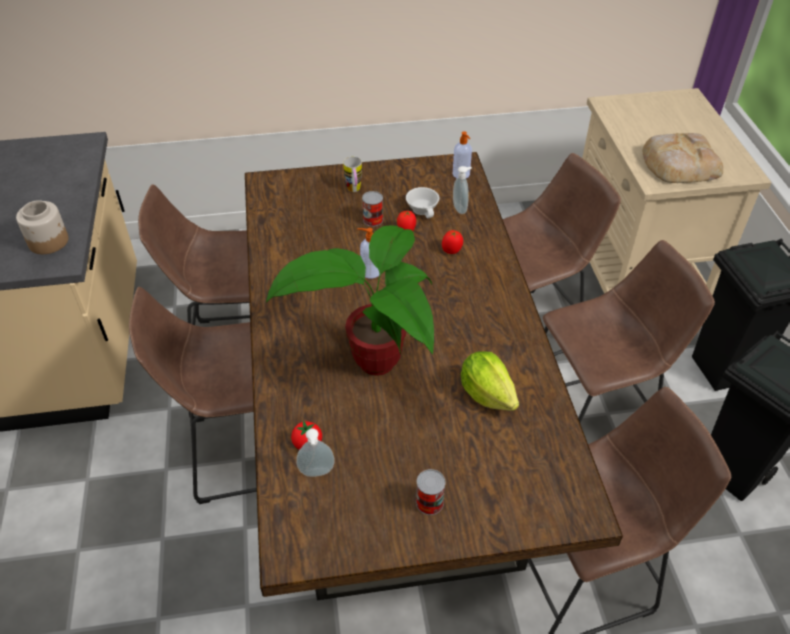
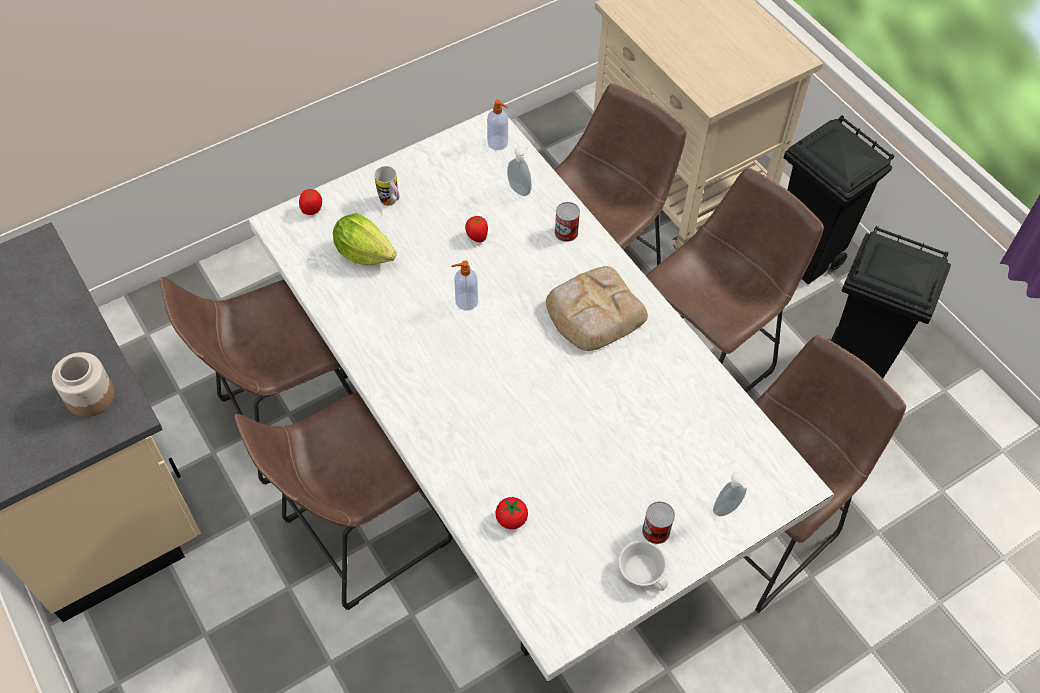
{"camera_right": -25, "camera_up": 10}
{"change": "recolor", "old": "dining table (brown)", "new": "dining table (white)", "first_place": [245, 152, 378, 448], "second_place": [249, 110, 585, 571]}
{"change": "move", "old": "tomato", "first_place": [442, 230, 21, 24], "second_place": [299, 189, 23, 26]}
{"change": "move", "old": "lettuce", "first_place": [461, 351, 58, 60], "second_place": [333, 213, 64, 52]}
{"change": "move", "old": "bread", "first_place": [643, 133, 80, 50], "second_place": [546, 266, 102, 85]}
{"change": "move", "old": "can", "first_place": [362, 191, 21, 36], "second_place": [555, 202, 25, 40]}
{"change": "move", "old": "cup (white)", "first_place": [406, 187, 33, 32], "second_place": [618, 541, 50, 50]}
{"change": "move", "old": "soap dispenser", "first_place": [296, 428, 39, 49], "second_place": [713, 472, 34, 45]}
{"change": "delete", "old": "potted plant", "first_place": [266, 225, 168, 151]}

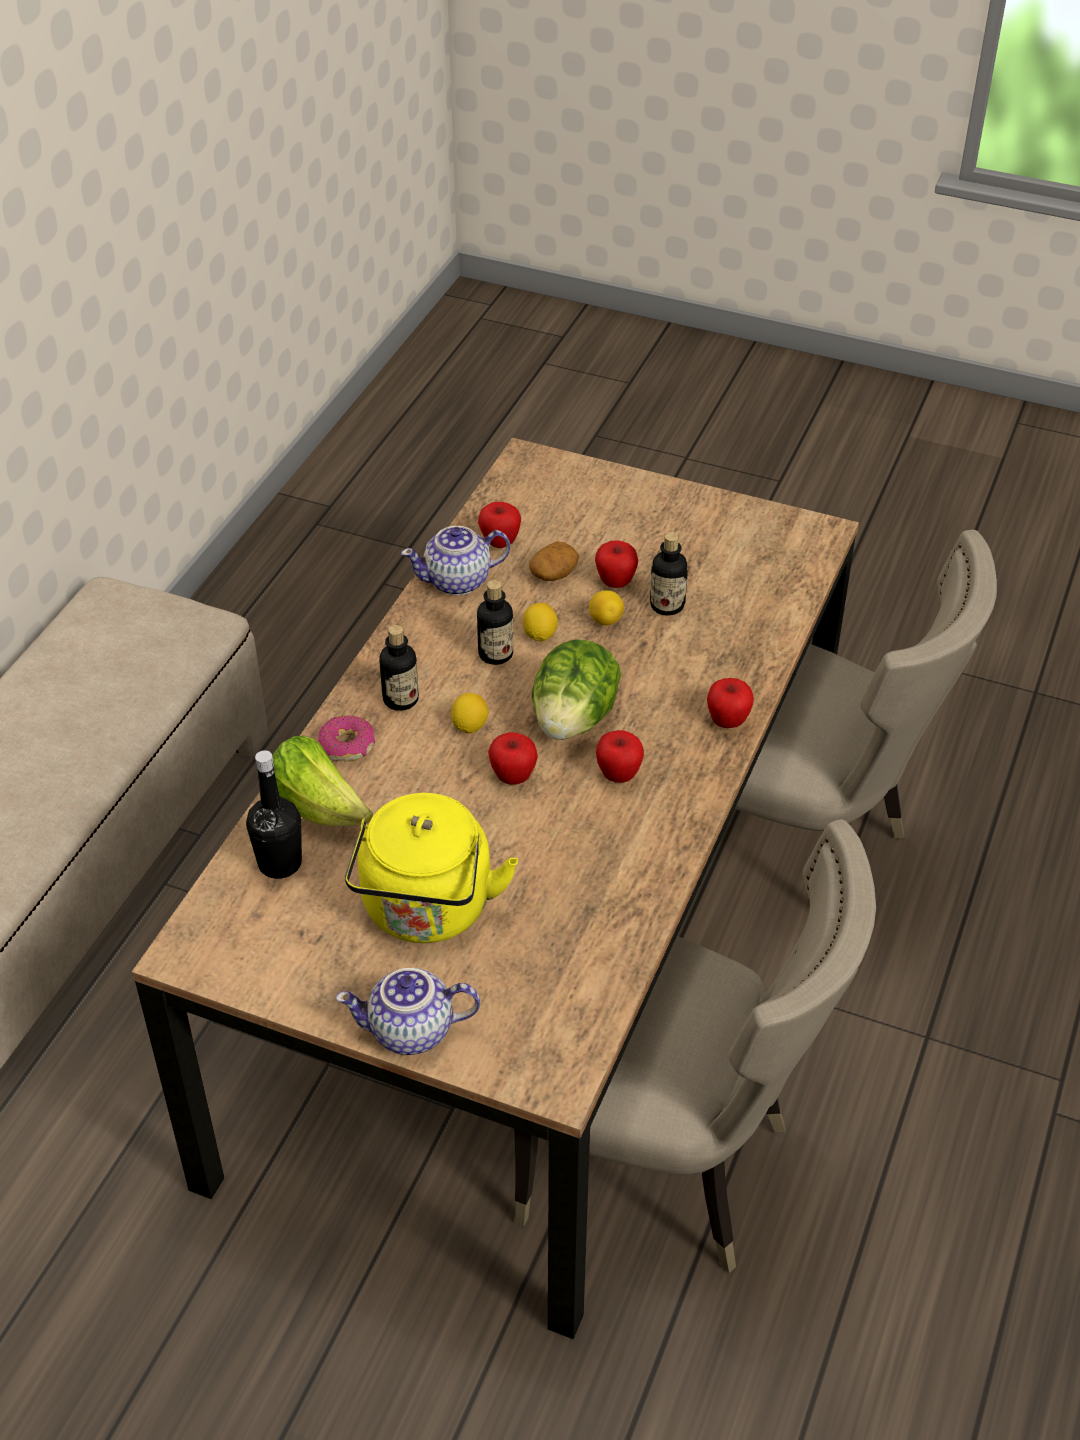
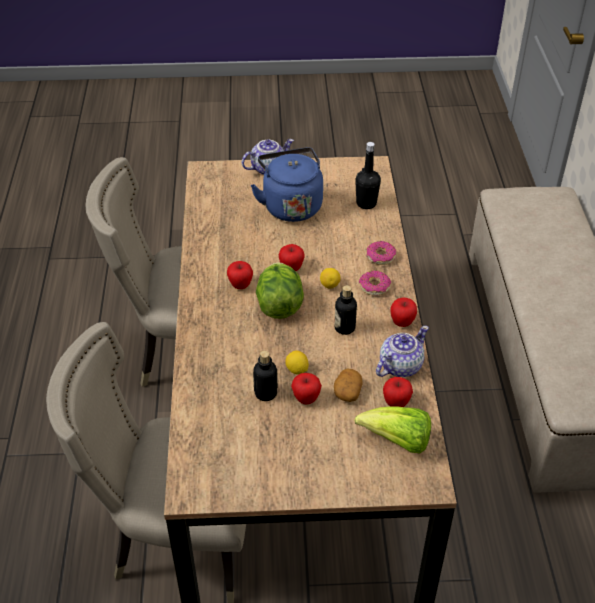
{"camera_right": 155, "camera_up": 0}
{"change": "recolor", "old": "kettle (yellow)", "new": "kettle (blue)", "first_place": [345, 793, 173, 150], "second_place": [251, 148, 72, 74]}
{"change": "move", "old": "lettuce", "first_place": [272, 735, 101, 91], "second_place": [354, 407, 77, 46]}
{"change": "replace", "old": "bottle", "new": "donut", "first_place": [379, 625, 40, 86], "second_place": [359, 271, 32, 24]}
{"change": "move", "old": "apple", "first_place": [707, 678, 47, 50], "second_place": [390, 297, 27, 30]}
{"change": "delete", "old": "lemon", "first_place": [523, 603, 35, 39]}

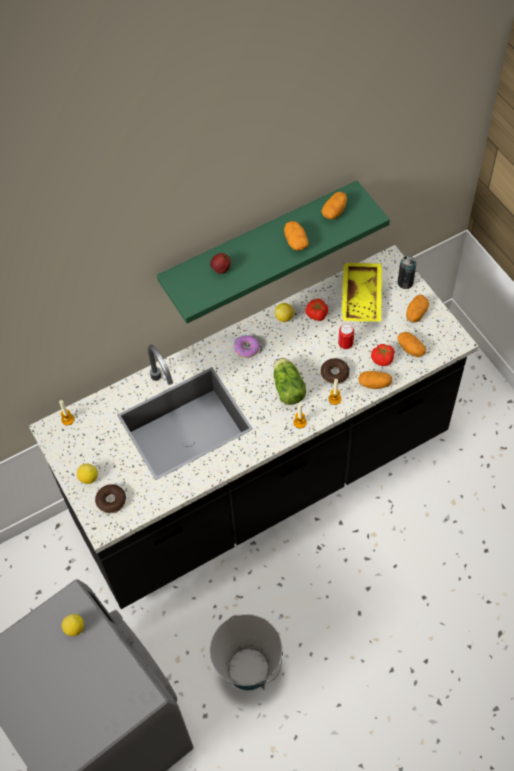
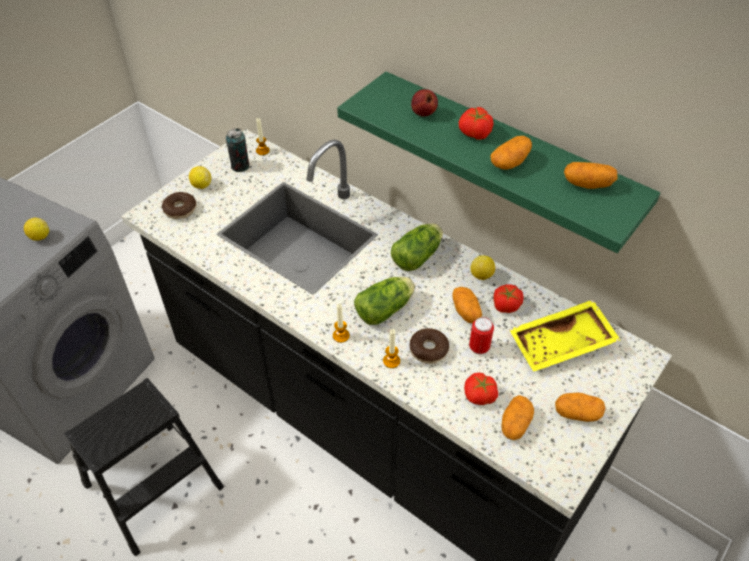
{"camera_right": 65, "camera_up": -10}
{"change": "replace", "old": "bucket", "new": "step ladder (black)", "first_place": [210, 614, 73, 76], "second_place": [64, 378, 160, 178]}
{"change": "move", "old": "can", "first_place": [398, 256, 18, 33], "second_place": [226, 128, 23, 44]}
{"change": "replace", "old": "donut", "new": "lettuce", "first_place": [234, 335, 26, 23], "second_place": [391, 223, 52, 48]}
{"change": "move", "old": "potato", "first_place": [359, 371, 33, 18], "second_place": [452, 287, 30, 36]}
{"change": "insert", "new": "tomato", "second_place": [459, 107, 34, 33]}

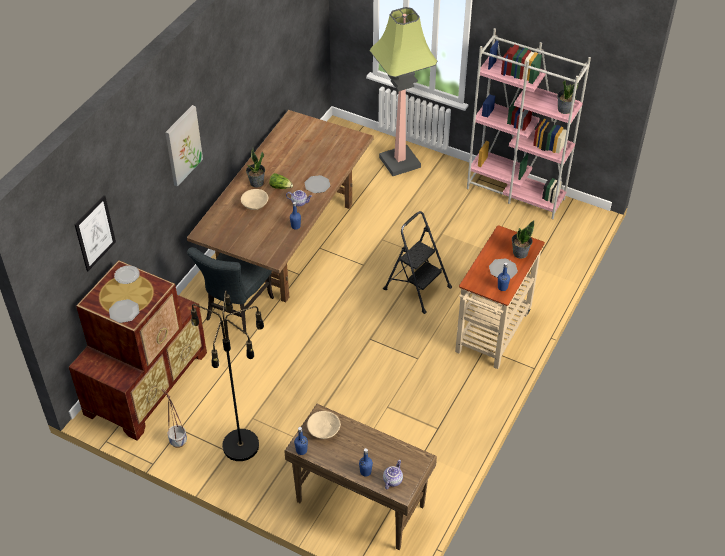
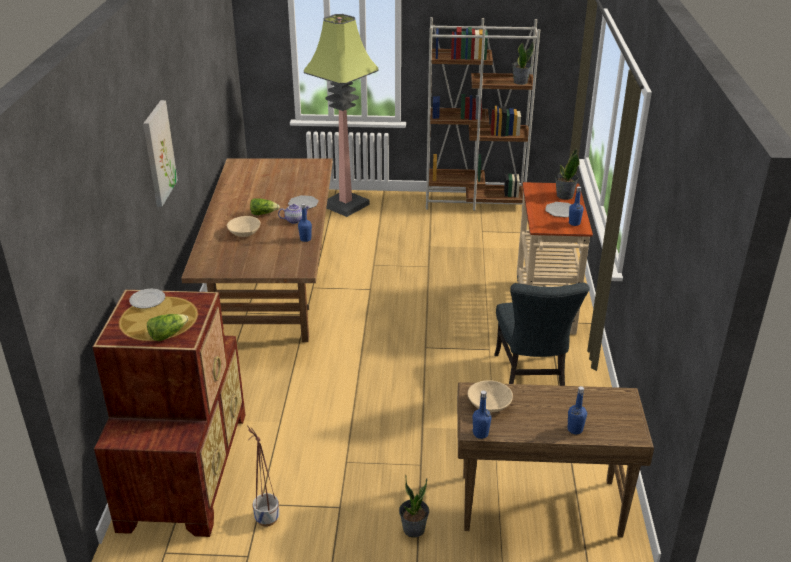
{"camera_right": -25, "camera_up": -15}
{"change": "replace", "old": "plate", "new": "lettuce", "first_place": [109, 299, 30, 24], "second_place": [147, 314, 42, 27]}
{"change": "move", "old": "potted plant", "first_place": [246, 147, 19, 40], "second_place": [399, 475, 30, 63]}
{"change": "recolor", "old": "bookcase (pink)", "new": "bookcase (brown)", "first_place": [467, 28, 124, 191], "second_place": [426, 17, 114, 194]}
{"change": "move", "old": "chair (grey)", "first_place": [187, 247, 87, 87], "second_place": [494, 282, 96, 104]}
{"change": "delete", "old": "picture", "first_place": [75, 195, 41, 76]}
{"change": "delete", "old": "floor lamp", "first_place": [191, 290, 73, 171]}
{"change": "delete", "old": "step ladder (black)", "first_place": [383, 211, 69, 103]}
{"change": "delete", "old": "teapot", "first_place": [383, 460, 20, 29]}

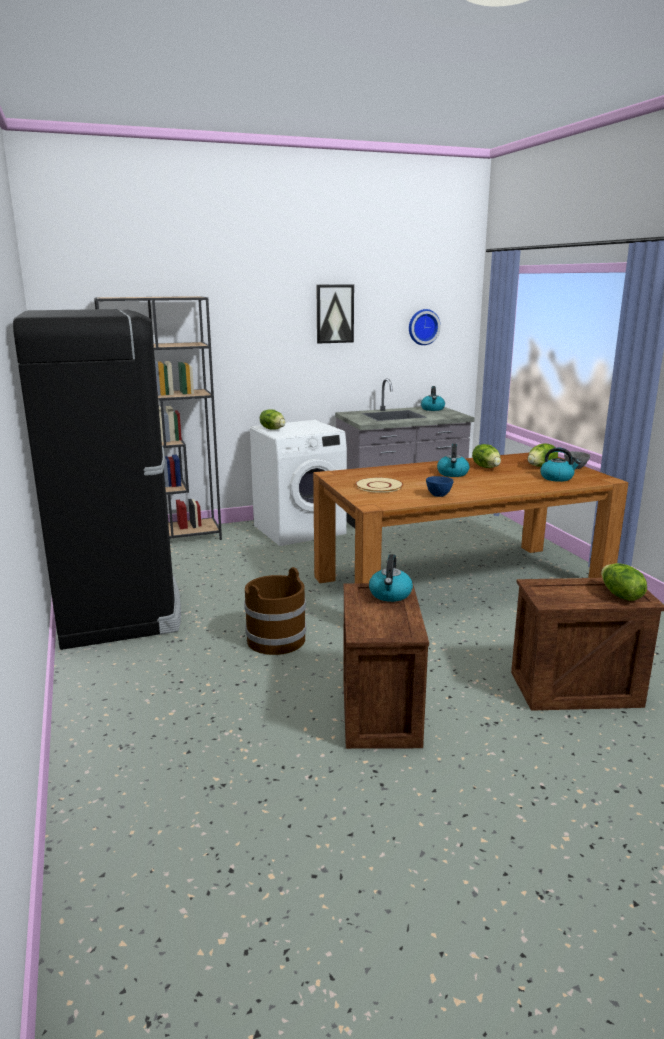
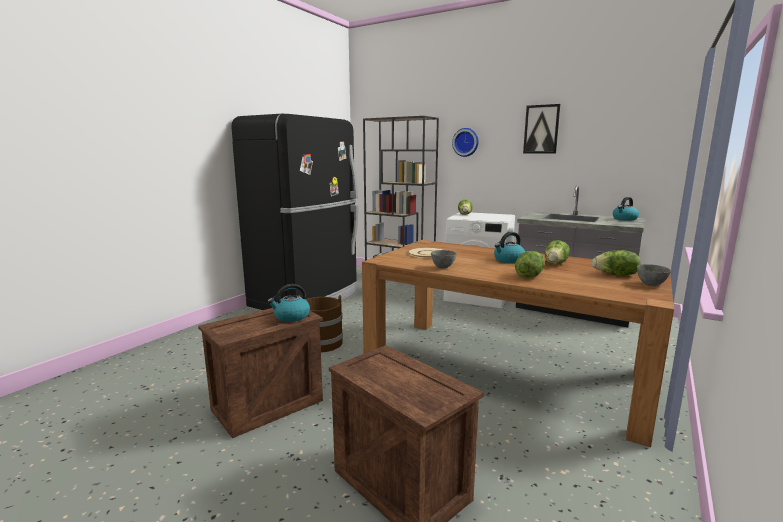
{"camera_right": 50, "camera_up": -5}
{"change": "recolor", "old": "bowl (blue)", "new": "bowl (grey)", "first_place": [426, 476, 28, 21], "second_place": [431, 250, 26, 19]}
{"change": "move", "old": "wall clock", "first_place": [409, 309, 32, 36], "second_place": [452, 128, 27, 29]}
{"change": "move", "old": "lettuce", "first_place": [601, 563, 46, 38], "second_place": [515, 251, 30, 27]}
{"change": "delete", "old": "kettle", "first_place": [540, 447, 41, 35]}

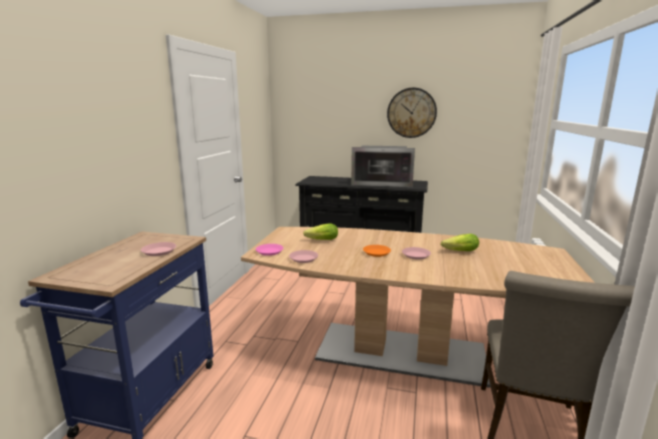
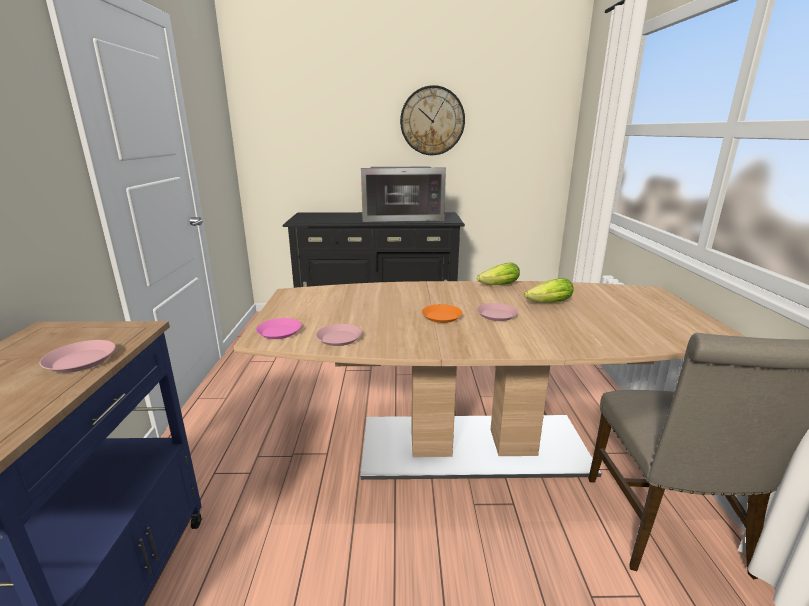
{"camera_right": -15, "camera_up": 5}
{"change": "move", "old": "lettuce", "first_place": [303, 224, 35, 16], "second_place": [477, 262, 43, 23]}

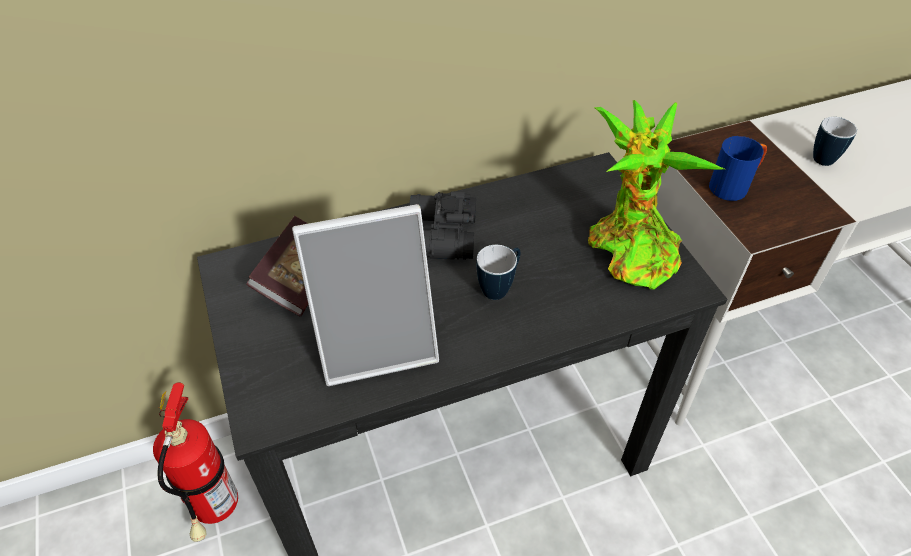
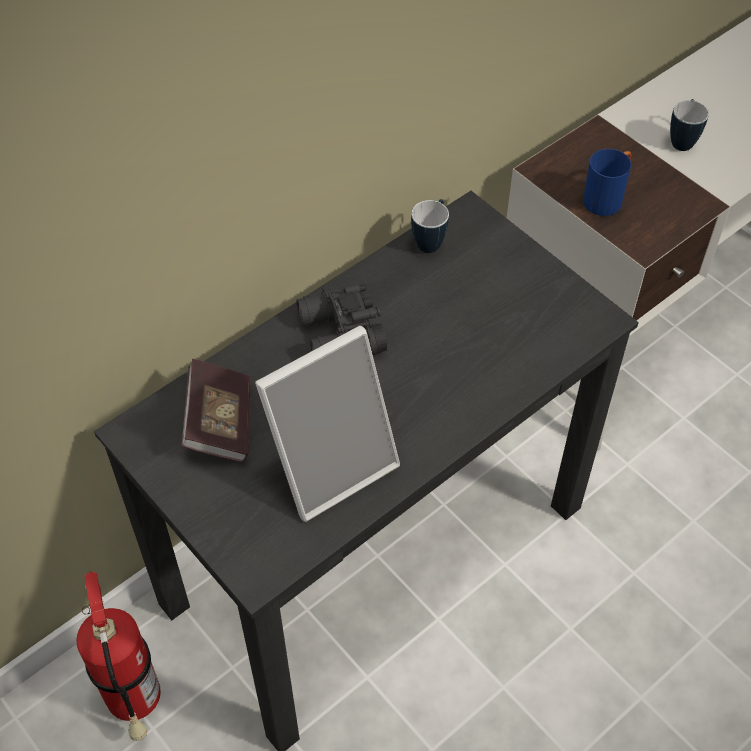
{"camera_right": -20, "camera_up": 5}
{"change": "move", "old": "mug", "first_place": [476, 245, 44, 55], "second_place": [411, 199, 38, 54]}
{"change": "delete", "old": "potted plant", "first_place": [588, 100, 136, 189]}

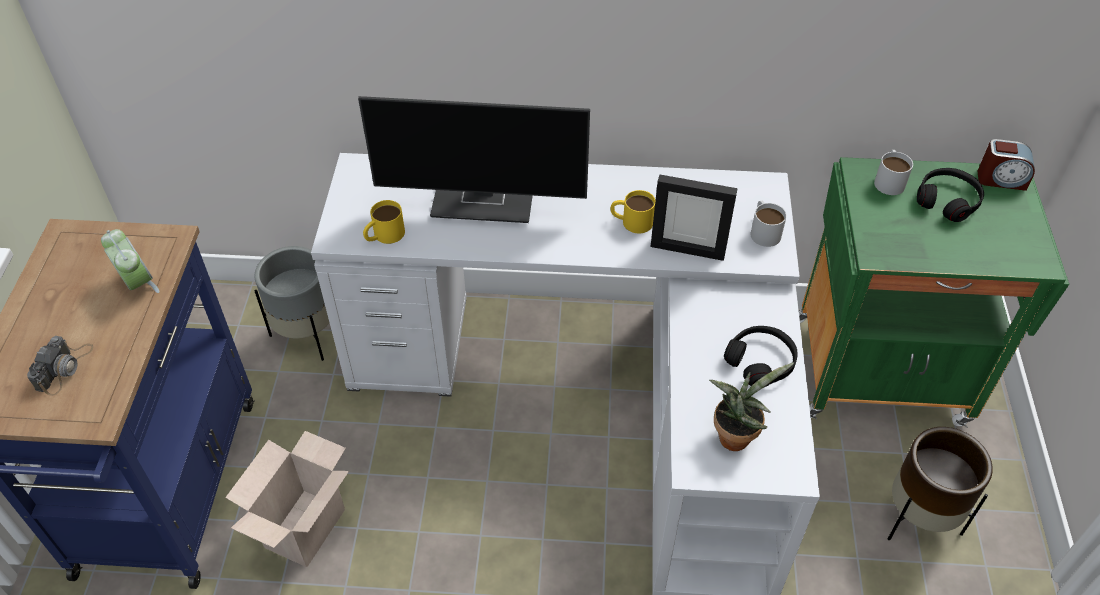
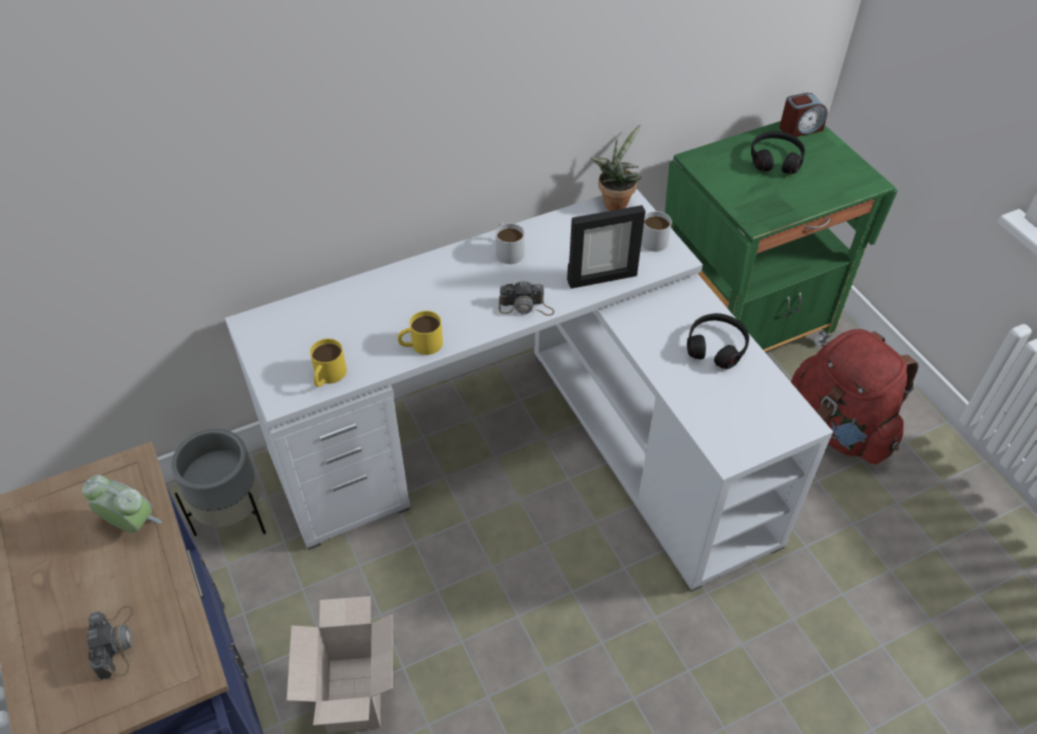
{"camera_right": -30, "camera_up": 0}
{"change": "move", "old": "mug (yellow)", "first_place": [611, 190, 44, 43], "second_place": [398, 311, 45, 44]}
{"change": "move", "old": "mug (white)", "first_place": [874, 150, 39, 45], "second_place": [496, 223, 29, 41]}
{"change": "insert", "new": "photo camera", "second_place": [499, 281, 55, 35]}
{"change": "move", "old": "potted plant", "first_place": [709, 362, 85, 89], "second_place": [590, 124, 52, 87]}
{"change": "replace", "old": "planter (brown)", "new": "backpack (red)", "first_place": [888, 427, 105, 114], "second_place": [791, 329, 128, 135]}
{"change": "delete", "old": "monitor", "first_place": [358, 96, 232, 127]}

